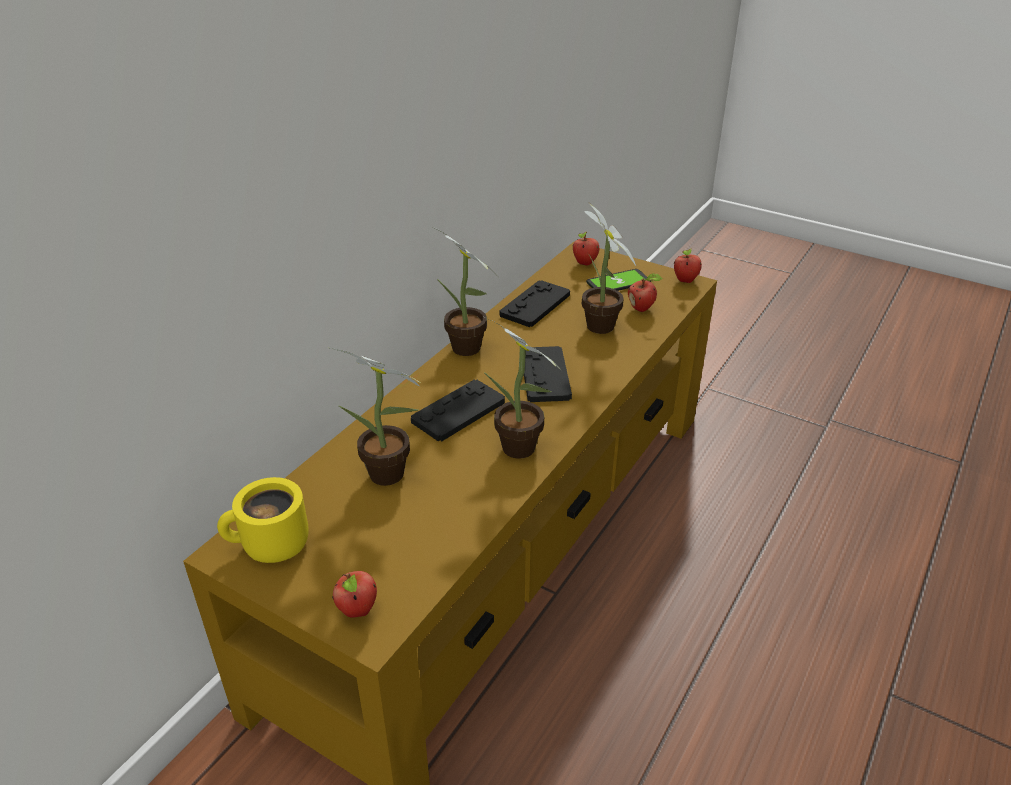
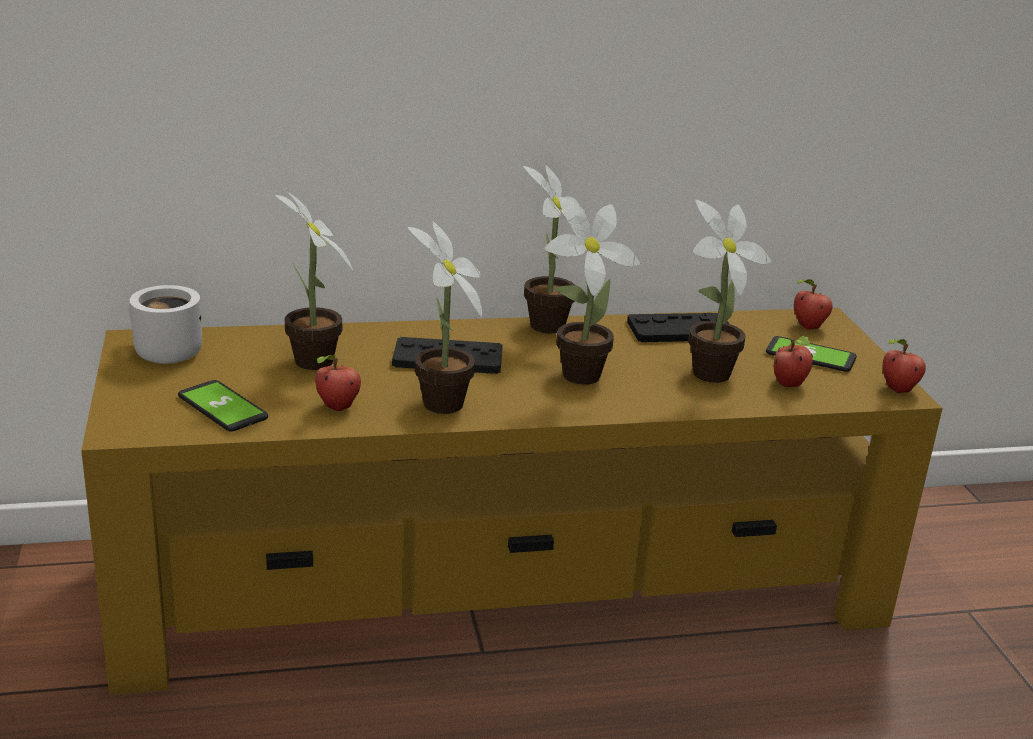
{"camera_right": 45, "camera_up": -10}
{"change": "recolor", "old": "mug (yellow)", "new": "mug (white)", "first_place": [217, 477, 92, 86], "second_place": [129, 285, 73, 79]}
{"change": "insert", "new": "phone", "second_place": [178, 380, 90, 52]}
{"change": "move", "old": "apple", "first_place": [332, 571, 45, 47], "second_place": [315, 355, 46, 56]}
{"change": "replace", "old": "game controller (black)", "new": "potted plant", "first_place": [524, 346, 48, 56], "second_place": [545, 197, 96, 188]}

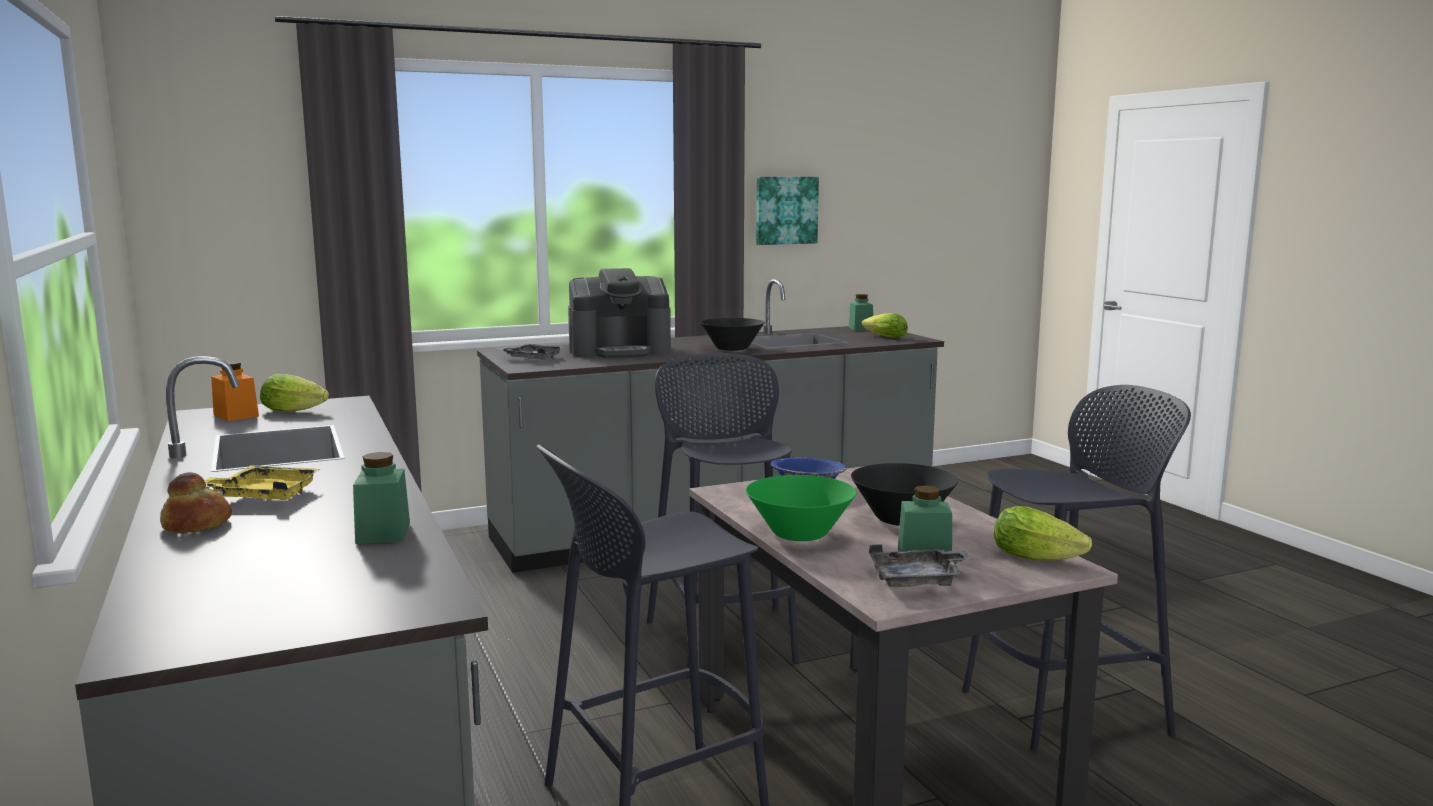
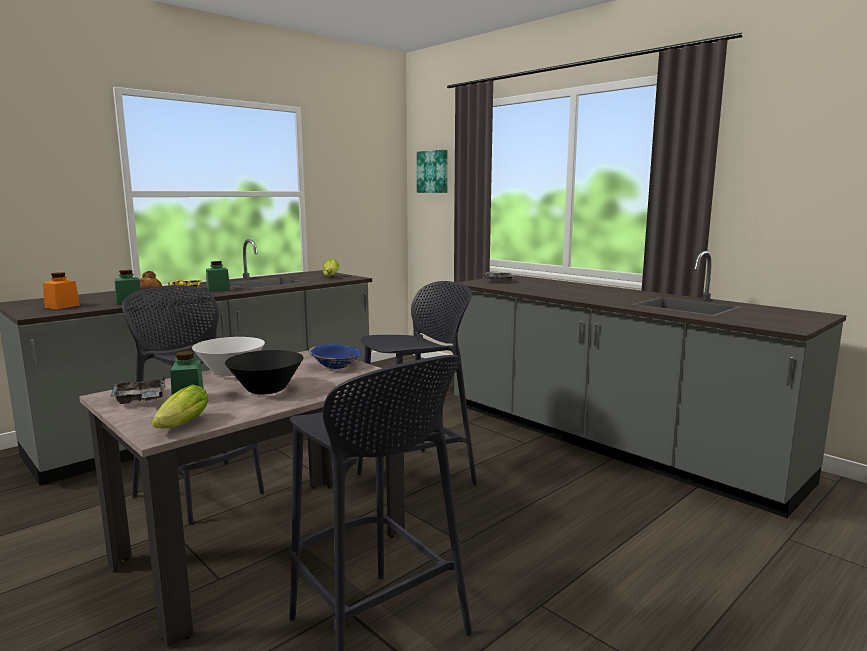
{"camera_right": 70, "camera_up": 0}
{"change": "move", "old": "jar (orange)", "first_place": [211, 361, 48, 60], "second_place": [43, 272, 37, 37]}
{"change": "recolor", "old": "bowl (green)", "new": "bowl (white)", "first_place": [746, 475, 111, 66], "second_place": [192, 337, 73, 39]}
{"change": "move", "old": "jar (green)", "first_place": [849, 294, 24, 37], "second_place": [206, 261, 24, 31]}
{"change": "move", "old": "picture", "first_place": [756, 177, 63, 68], "second_place": [417, 150, 31, 43]}
{"change": "delete", "old": "coffee machine", "first_place": [568, 268, 103, 90]}
{"change": "delete", "old": "bowl (black)", "first_place": [700, 318, 65, 33]}
{"change": "delete", "old": "lettuce", "first_place": [862, 313, 46, 25]}

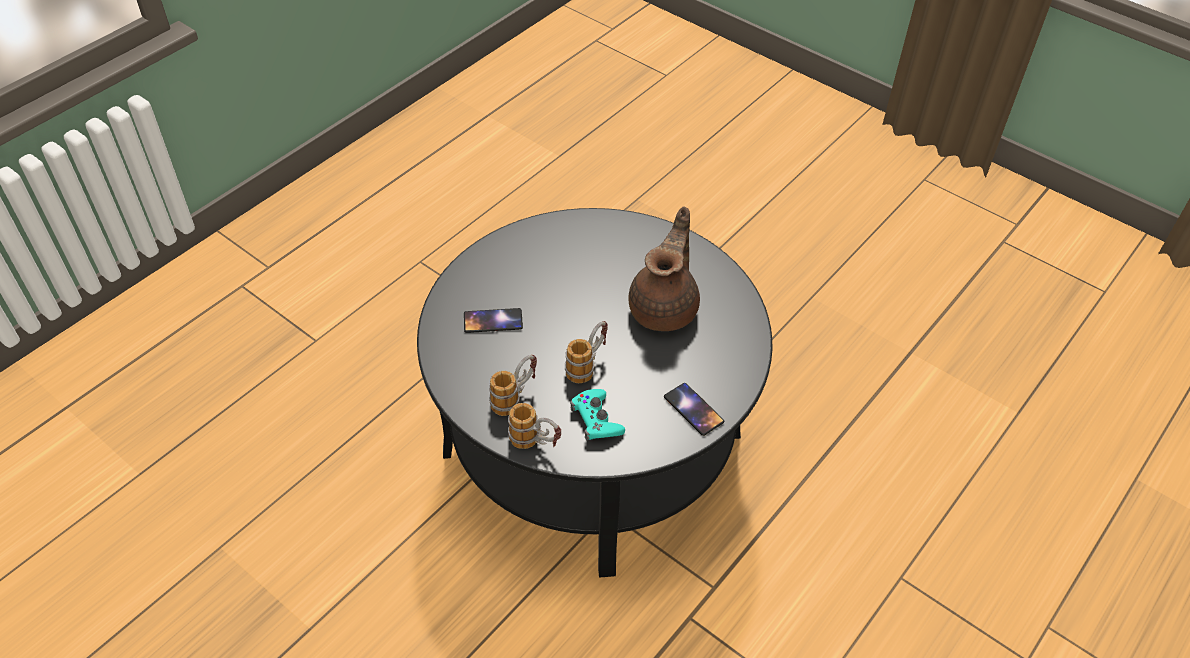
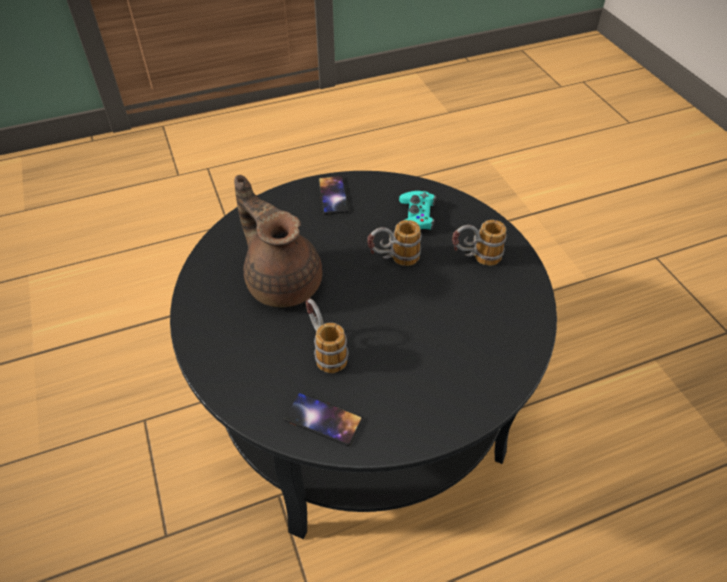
{"camera_right": -150, "camera_up": 0}
{"change": "rotate", "old": "teapot (brown)", "first_place": [629, 206, 71, 125], "second_place": [234, 175, 88, 132], "degrees": 90}
{"change": "move", "old": "phone", "first_place": [464, 308, 59, 25], "second_place": [284, 393, 79, 53]}
{"change": "move", "old": "mug", "first_place": [508, 403, 53, 46], "second_place": [305, 298, 43, 75]}

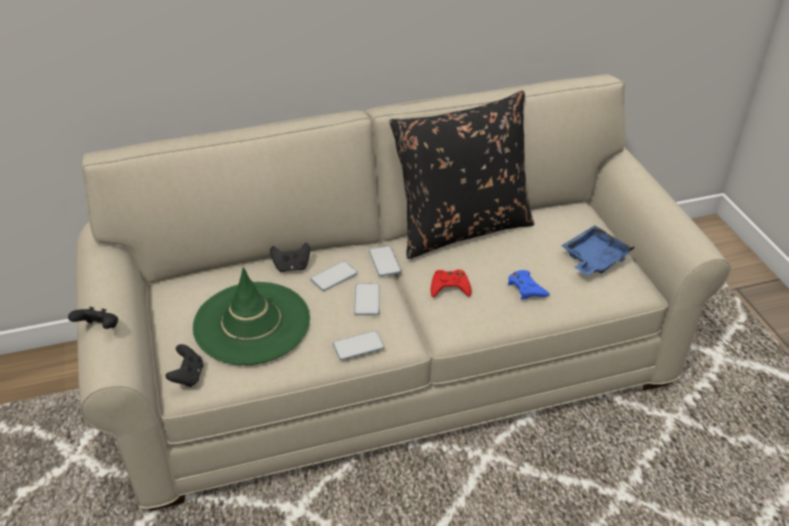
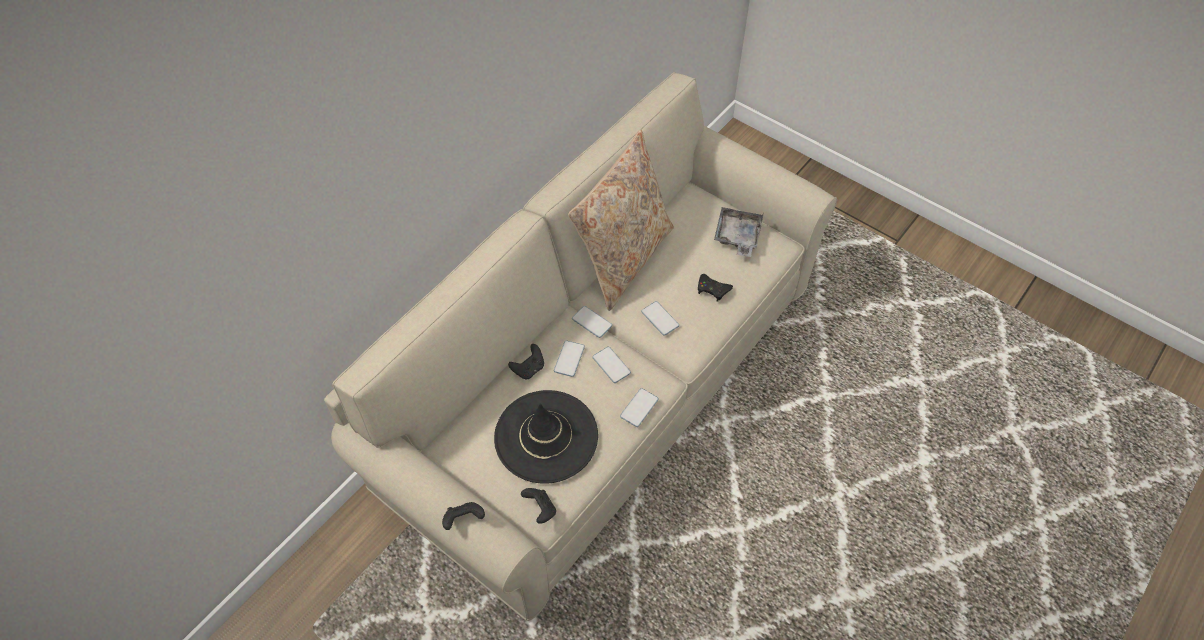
{"camera_right": -35, "camera_up": 15}
{"change": "recolor", "old": "hat (green)", "new": "hat (black)", "first_place": [193, 267, 117, 98], "second_place": [494, 390, 104, 94]}
{"change": "recolor", "old": "pillow (black)", "new": "pillow (beige)", "first_place": [390, 91, 144, 168], "second_place": [568, 130, 106, 181]}
{"change": "replace", "old": "game controller (red)", "new": "phone", "first_place": [430, 270, 42, 27], "second_place": [641, 301, 38, 35]}
{"change": "recolor", "old": "game controller (blue)", "new": "game controller (black)", "first_place": [508, 270, 42, 30], "second_place": [698, 274, 35, 28]}
{"change": "recolor", "old": "tray (blue)", "new": "tray (grey)", "first_place": [561, 226, 74, 49], "second_place": [714, 207, 50, 50]}

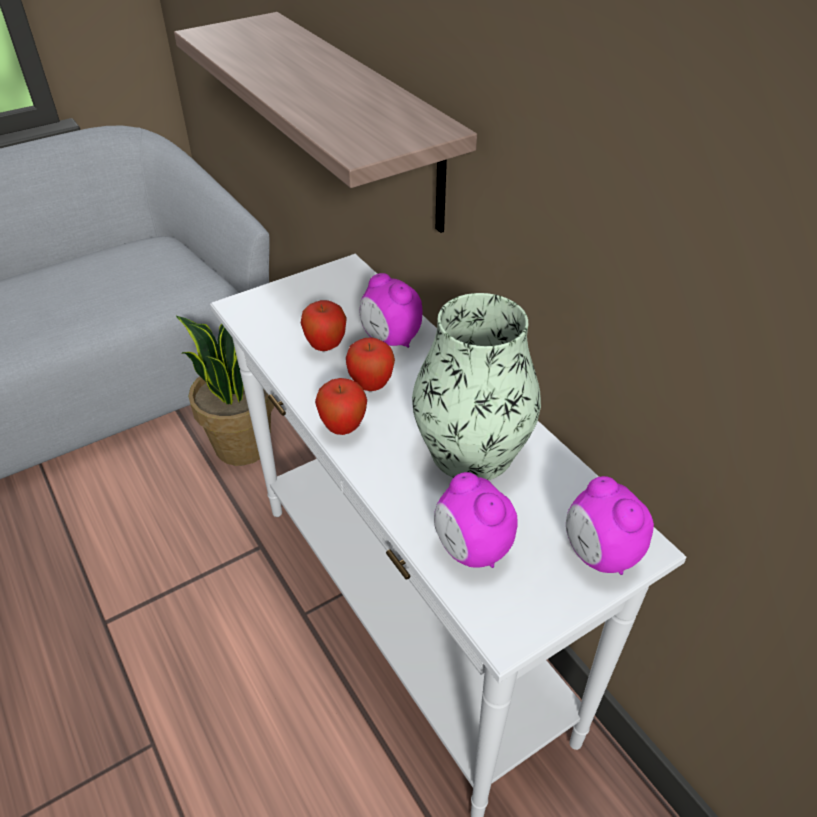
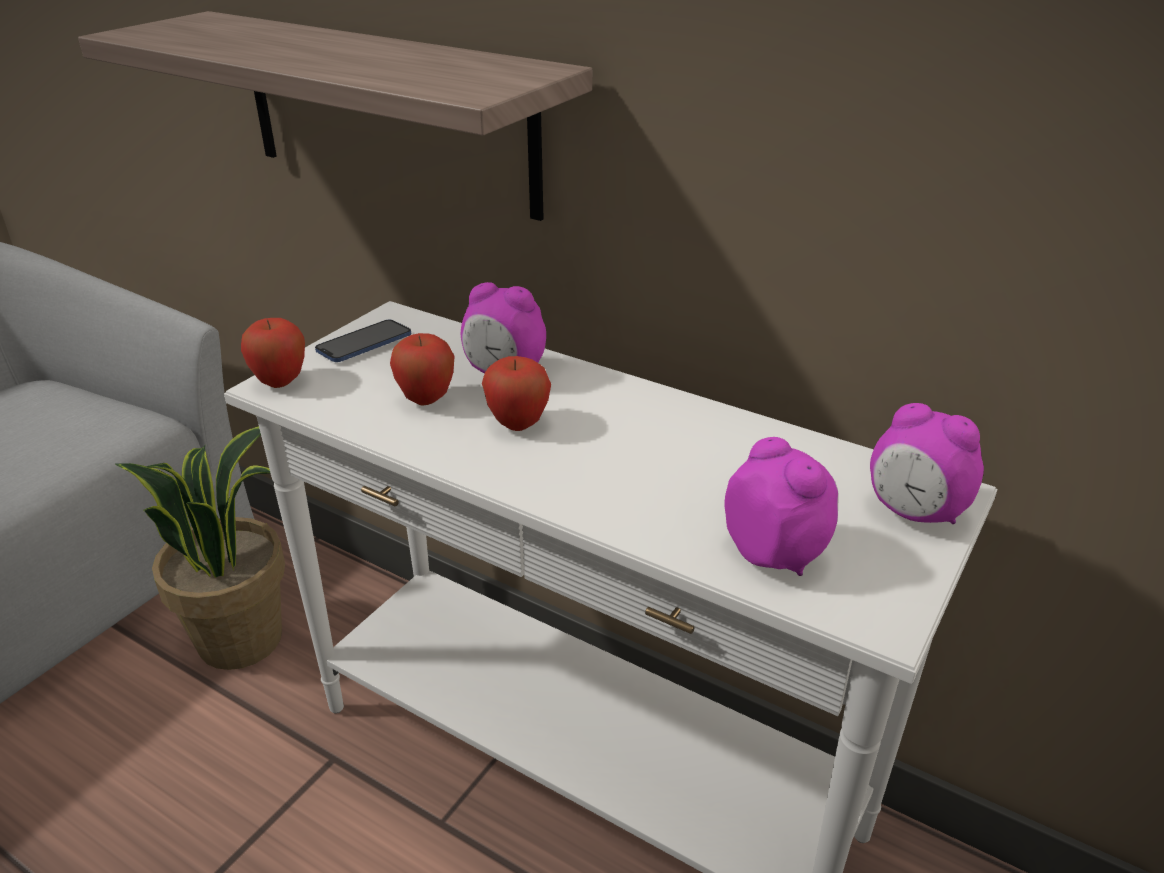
{"camera_right": -25, "camera_up": -10}
{"change": "move", "old": "apple", "first_place": [315, 378, 52, 57], "second_place": [241, 318, 64, 70]}
{"change": "insert", "new": "phone", "second_place": [315, 320, 96, 42]}
{"change": "rotate", "old": "alarm clock", "first_place": [434, 472, 84, 96], "second_place": [725, 437, 114, 139], "degrees": -150}
{"change": "delete", "old": "vase", "first_place": [412, 293, 129, 187]}

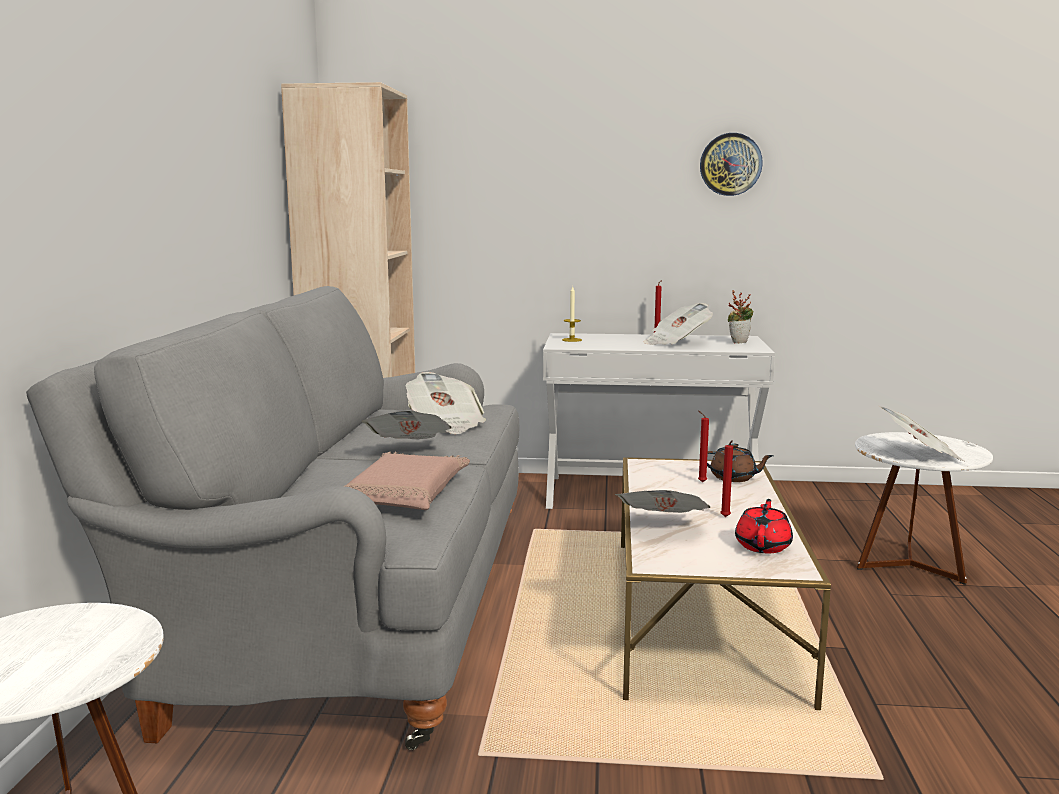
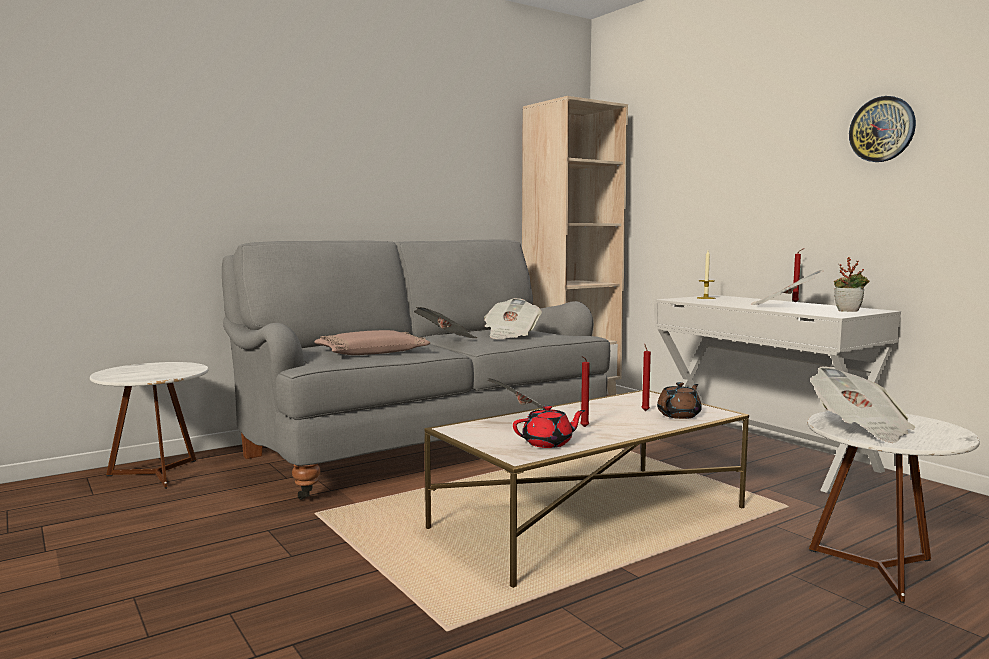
{"camera_right": 50, "camera_up": -5}
{"change": "rotate", "old": "teapot (brown)", "first_place": [707, 443, 67, 39], "second_place": [657, 382, 45, 37], "degrees": -120}

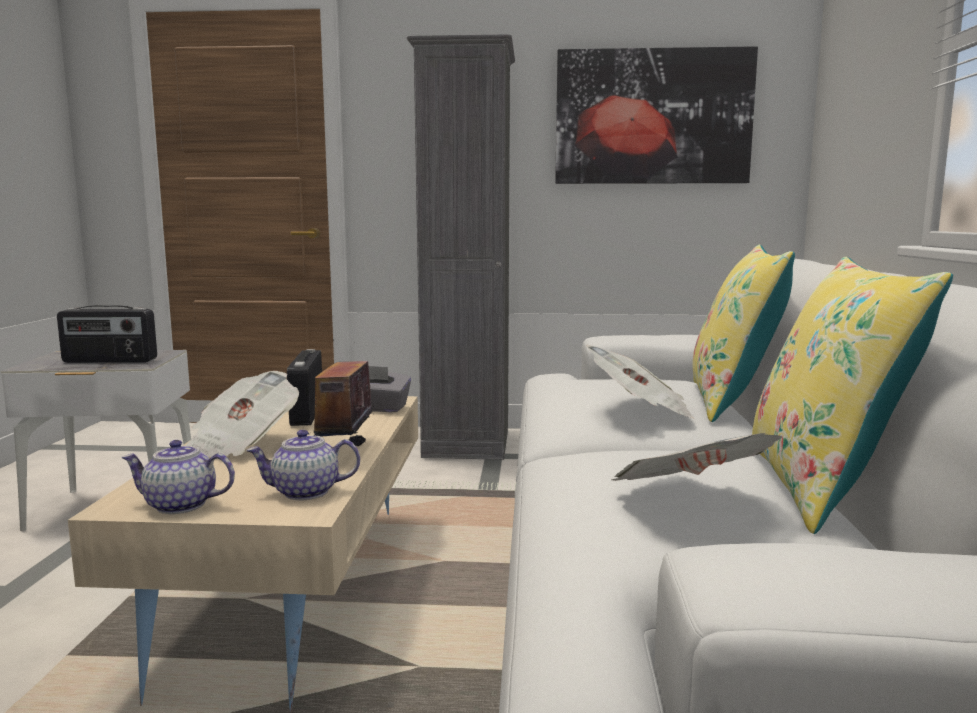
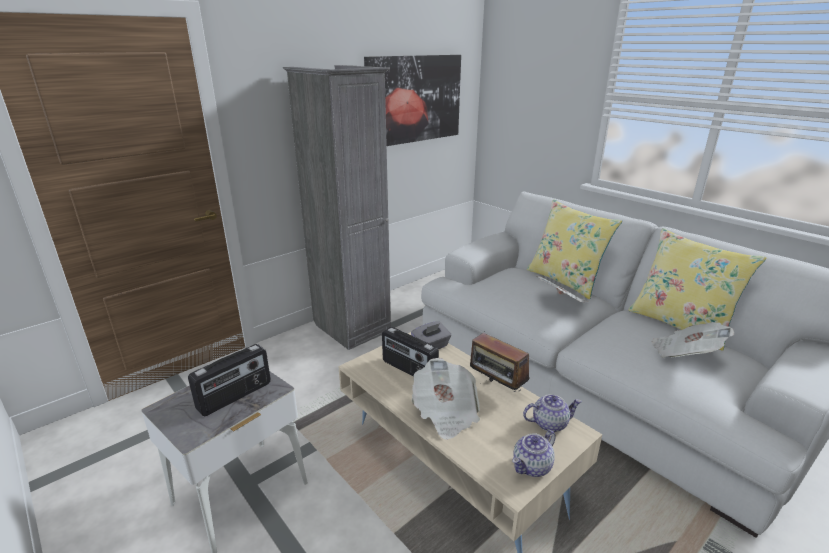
{"camera_right": -45, "camera_up": 15}
{"change": "rotate", "old": "teapot", "first_place": [246, 430, 114, 70], "second_place": [523, 394, 59, 38], "degrees": -135}

